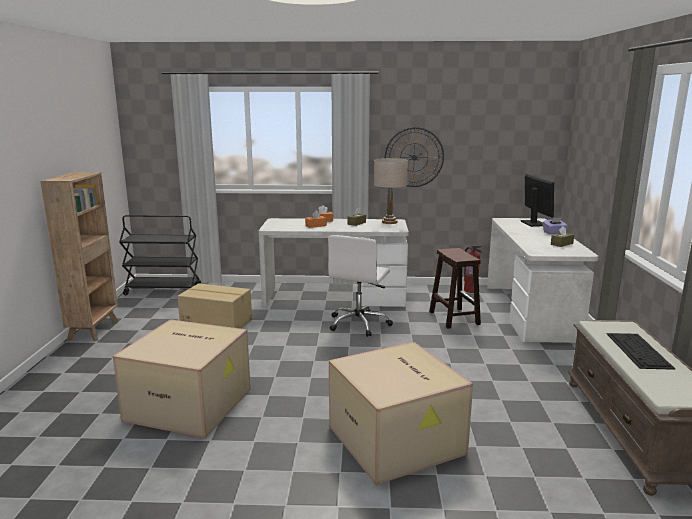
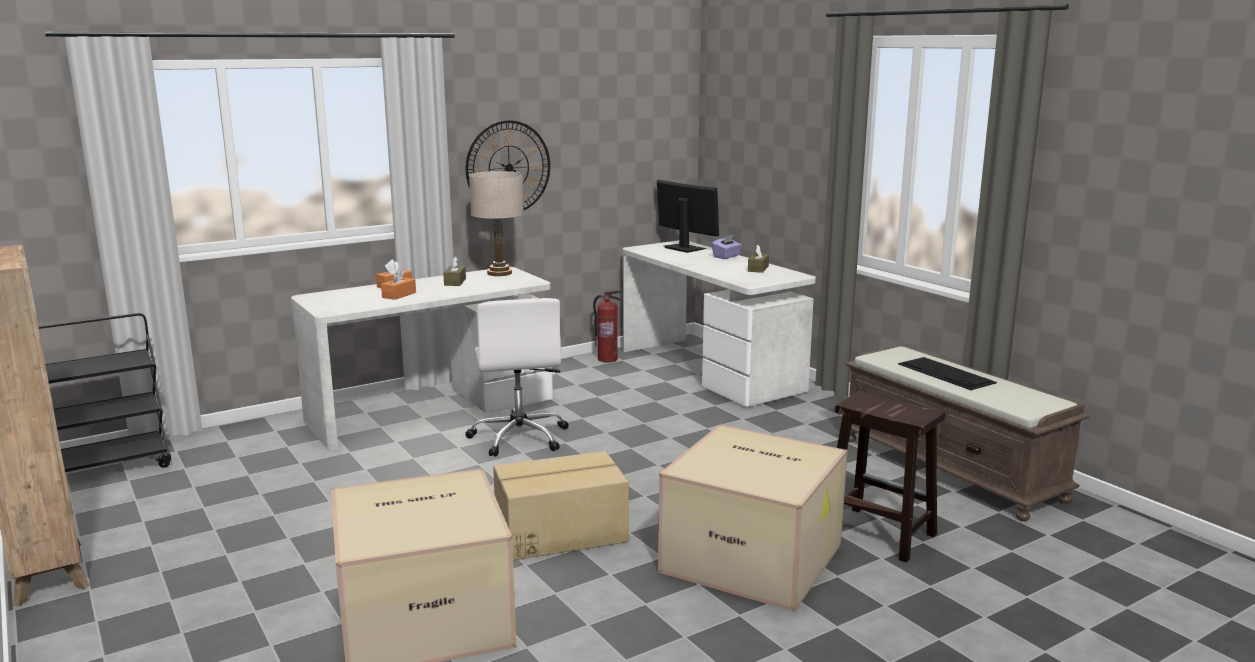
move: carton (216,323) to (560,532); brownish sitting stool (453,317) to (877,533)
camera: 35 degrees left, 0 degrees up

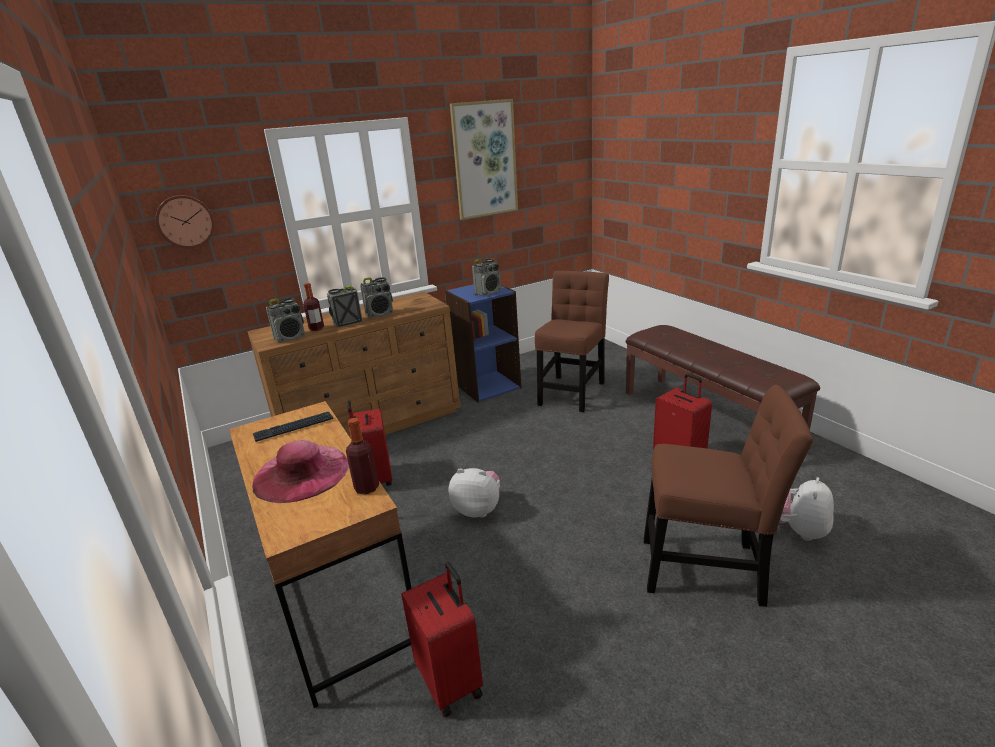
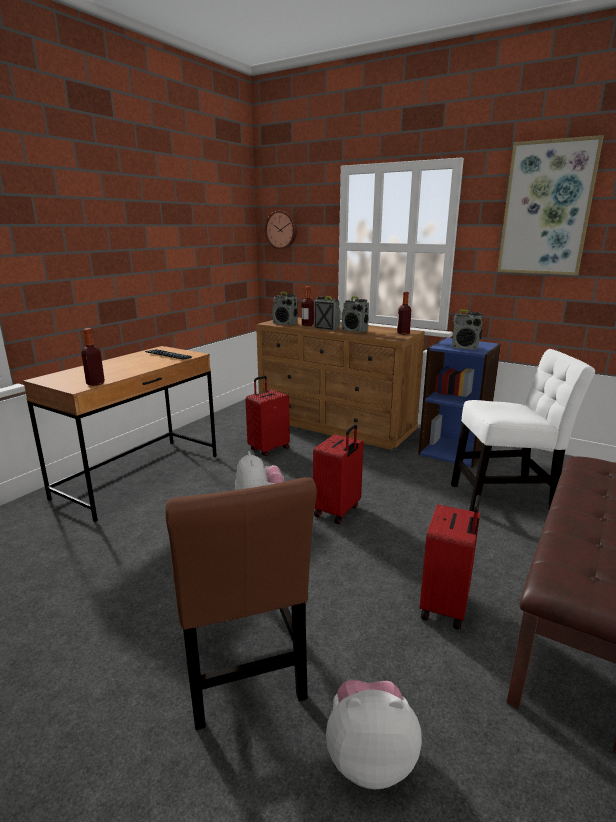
delete: pinkish clothing hat (301,473)
insert: beverage bottle (403,333)
move: red-coloured travel case (451,681) to (338,511)
recolor: brownish chair (572,391) to whitish chair (506,497)
camera: 60 degrees right, 5 degrees down

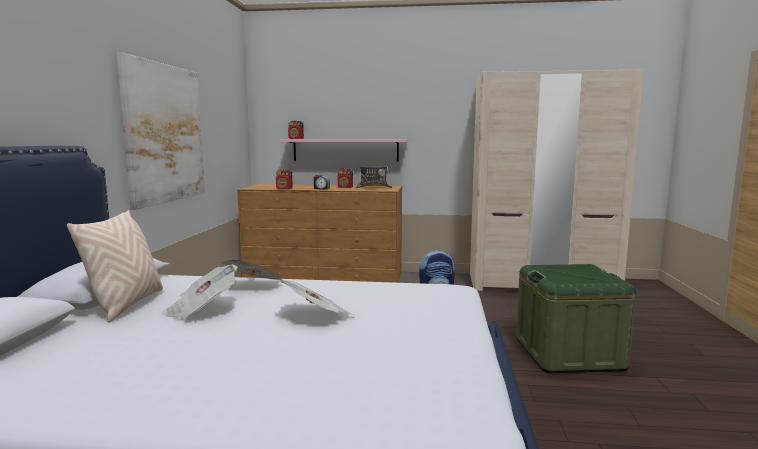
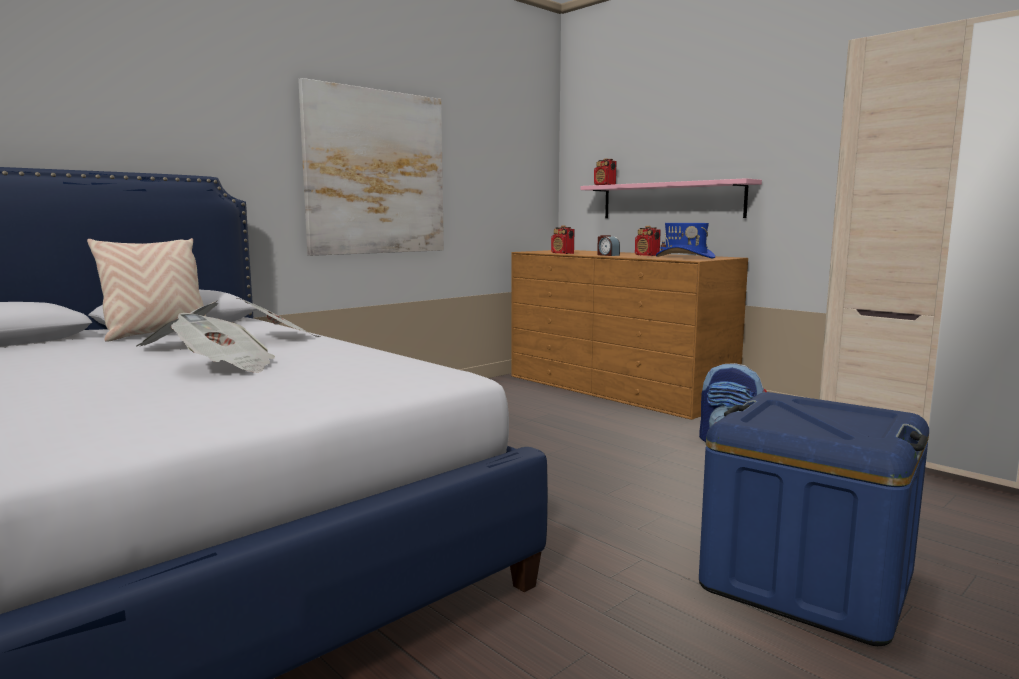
recolor: grey clothing hat (373,188) to blue clothing hat (685,257); green-coloured storage box (568,354) to blue storage box (806,580)
camera: 40 degrees right, 0 degrees up

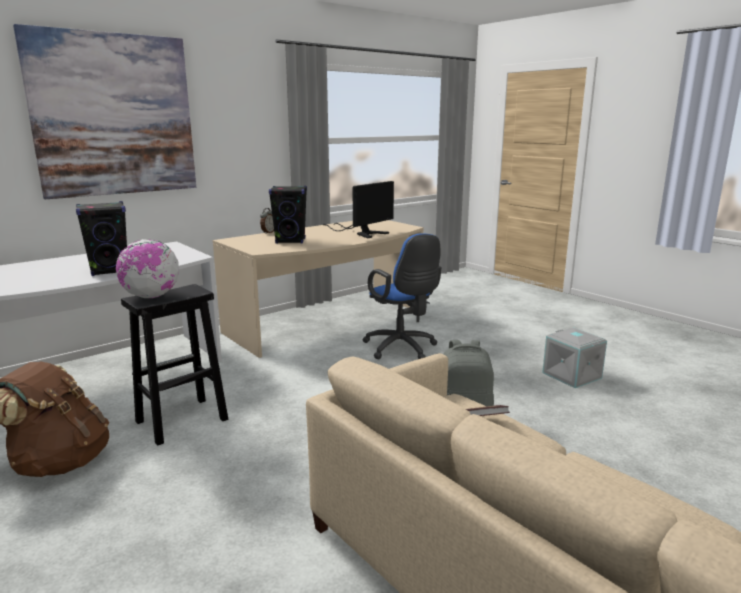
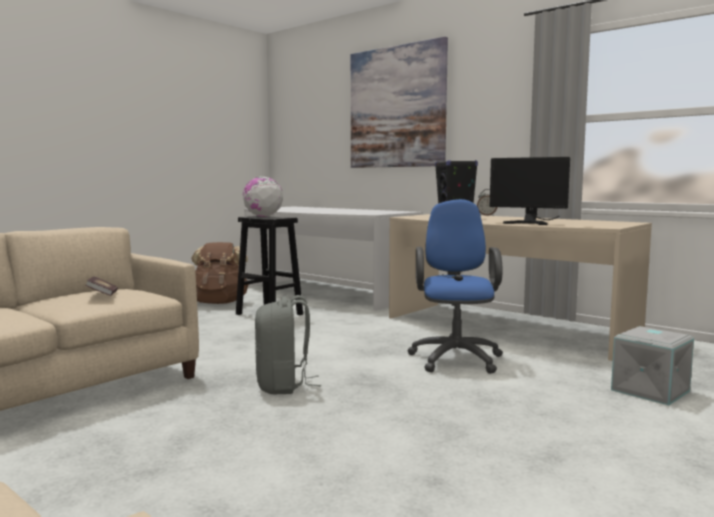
delete: black speaker (110,271)
move: grey storage box (570,375) to (649,390)
rotate: blue computer chair (402,349) = (455,358) 135 degrees clockwise
camera: 80 degrees right, 10 degrees down

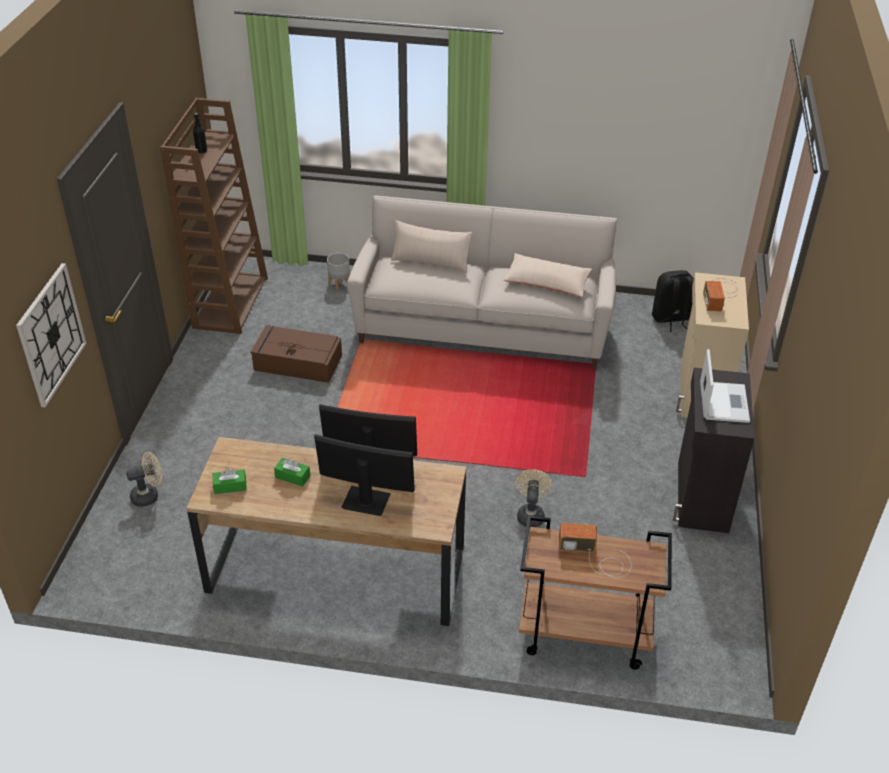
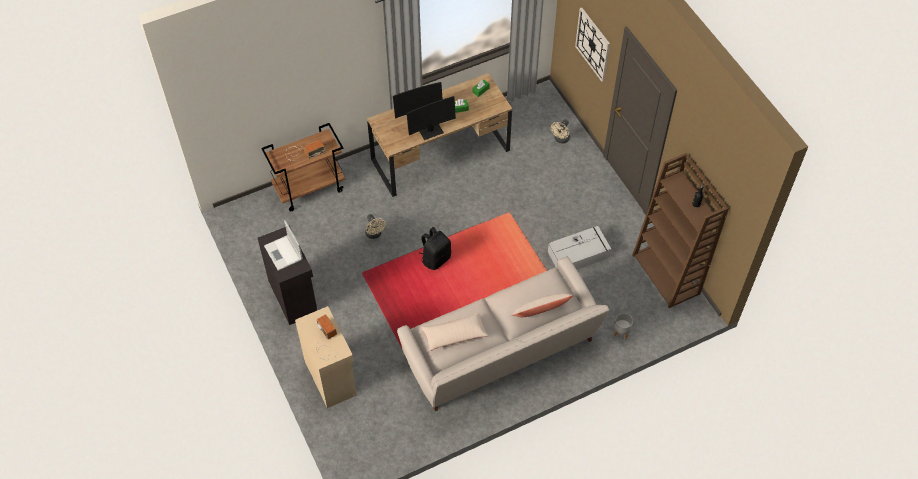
move: black backpack (671,318) to (435,258)
recolor: brownish storage box (296,362) to grey storage box (579,254)
camera: 145 degrees right, 15 degrees up

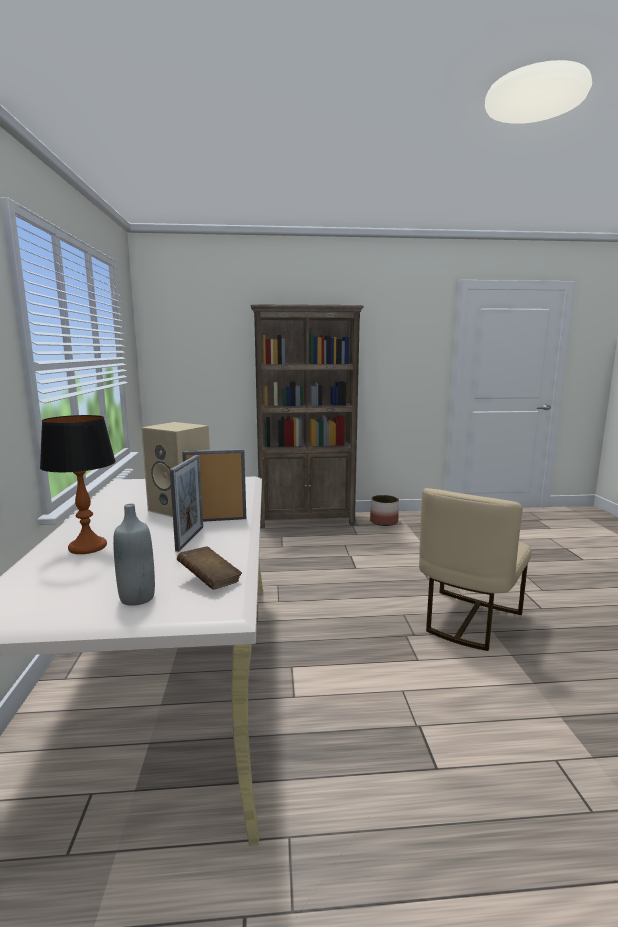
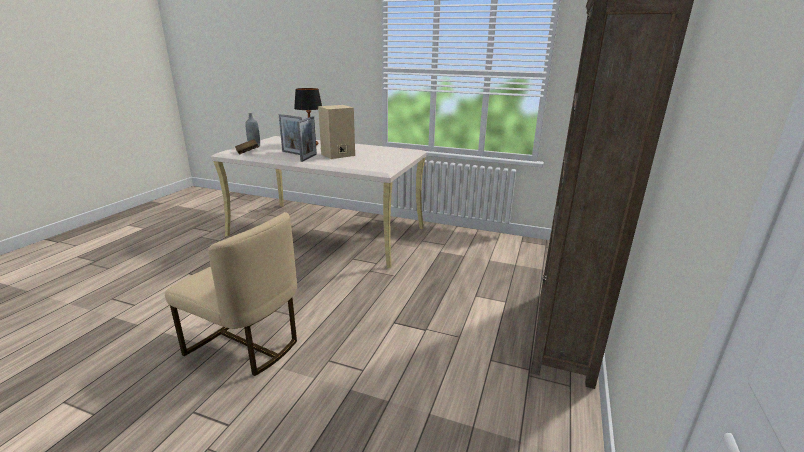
delete: planter (384,521)
rotate: sand-coloured chair (467,620) = (246,344) 150 degrees clockwise
camera: 115 degrees right, 10 degrees up

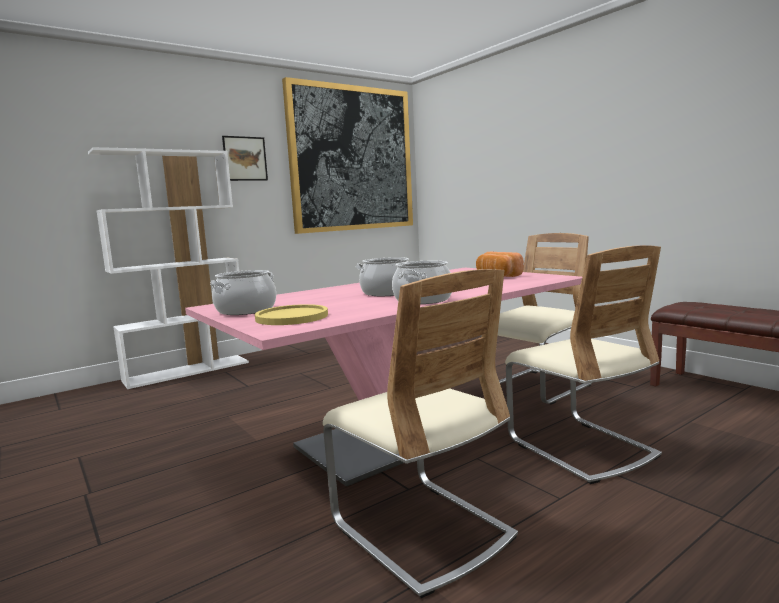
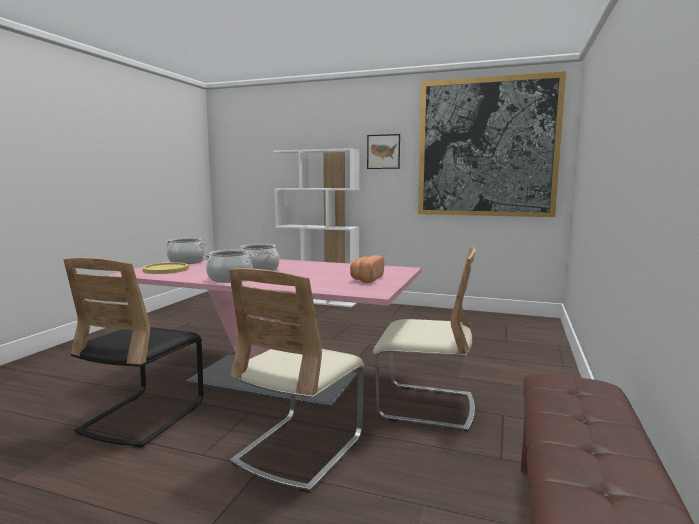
recolor: sand-coloured chair (421,530) to black chair (143,417)
camera: 55 degrees right, 0 degrees up

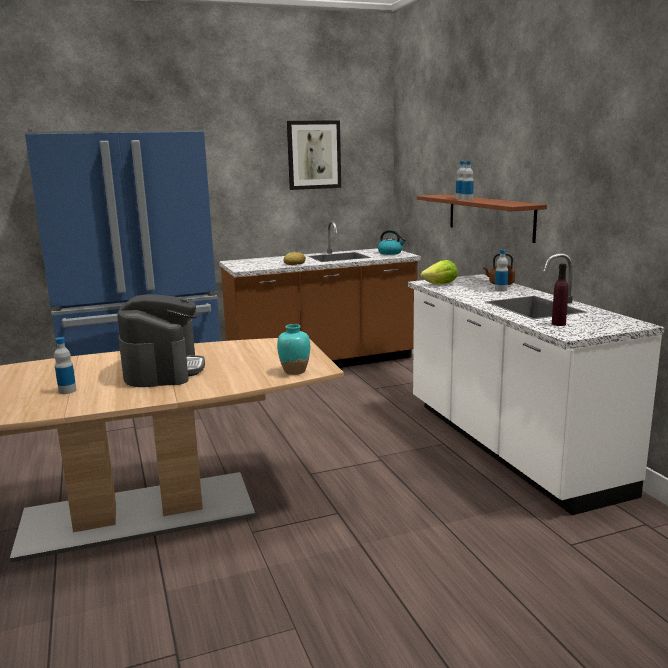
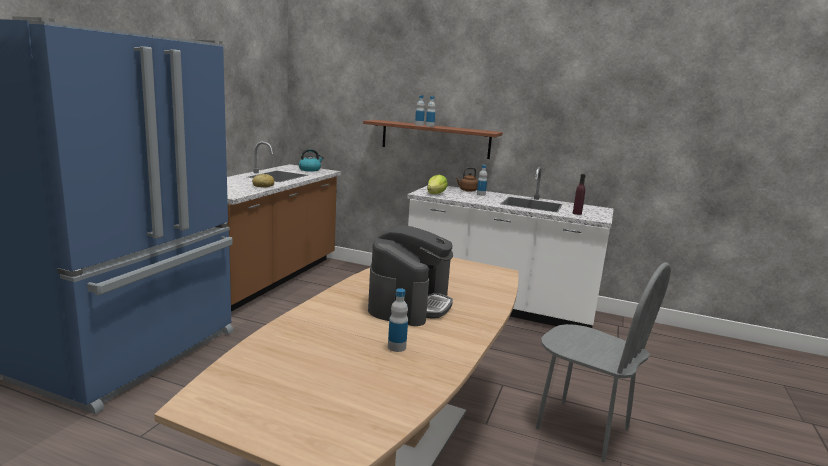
delete: turquoise-coloured flower vase (295,371); wall art (314,155)
insert: grey chair (582,429)
rotate: coffee machine (163,370) = (409,303) 75 degrees clockwise
camera: 50 degrees left, 0 degrees up

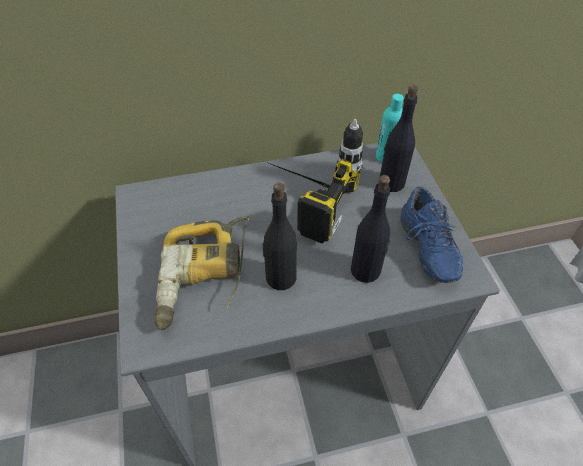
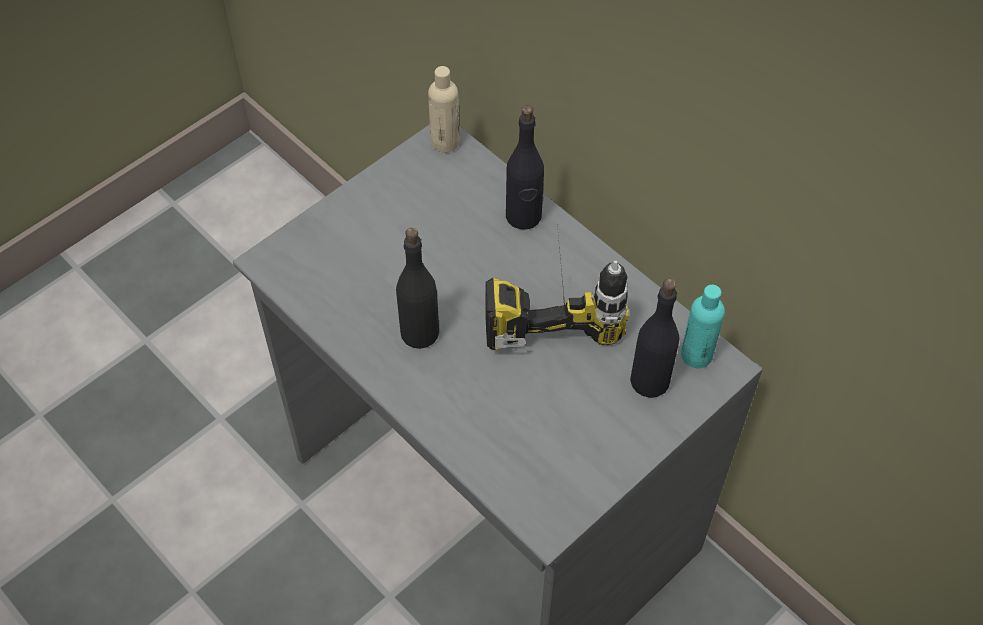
delete: electric drill (205,277); blue item of footwear (424,249)
insert: sand-coloured beverage bottle (445,142)
move: black beverage bottle (366,270) to (523,216)
camera: 60 degrees right, 5 degrees up

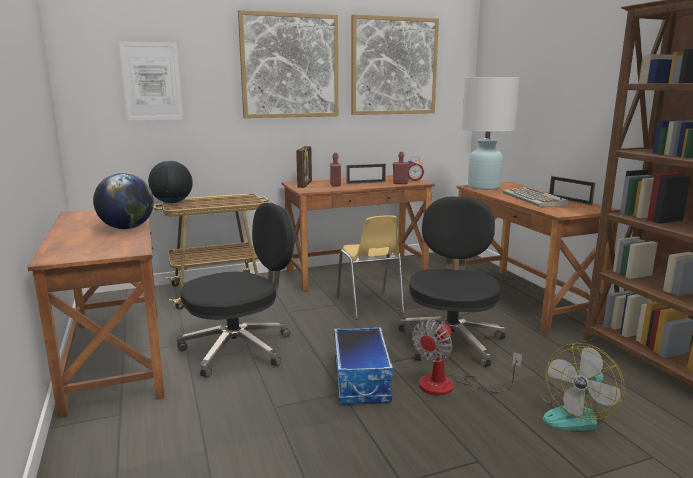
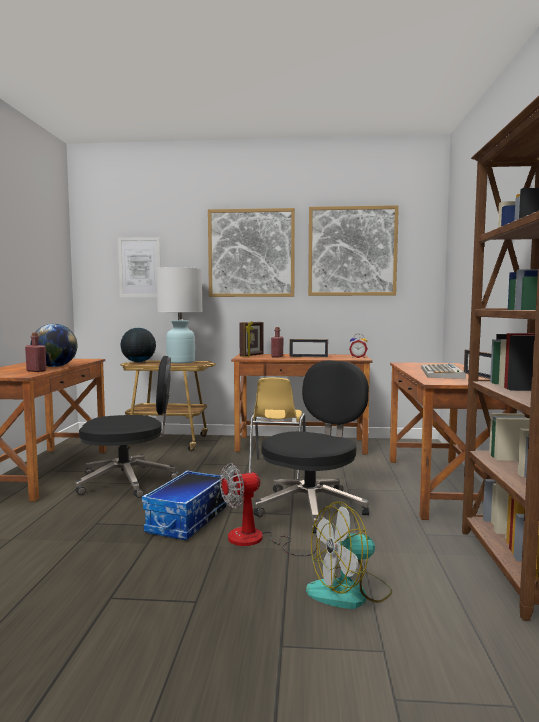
move: red-coloured beverage bottle (400,183) to (36,371); whitish table lamp (484,187) to (181,362)
camera: 25 degrees right, 10 degrees down

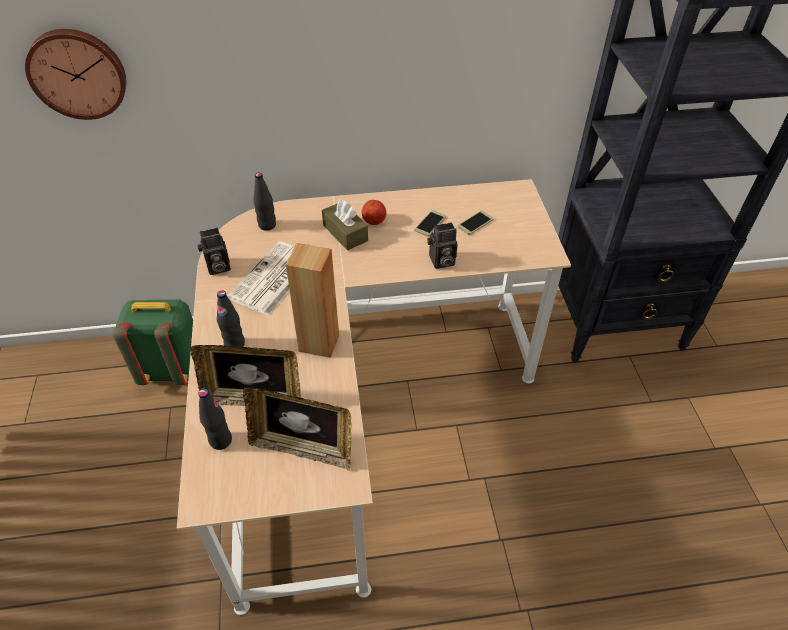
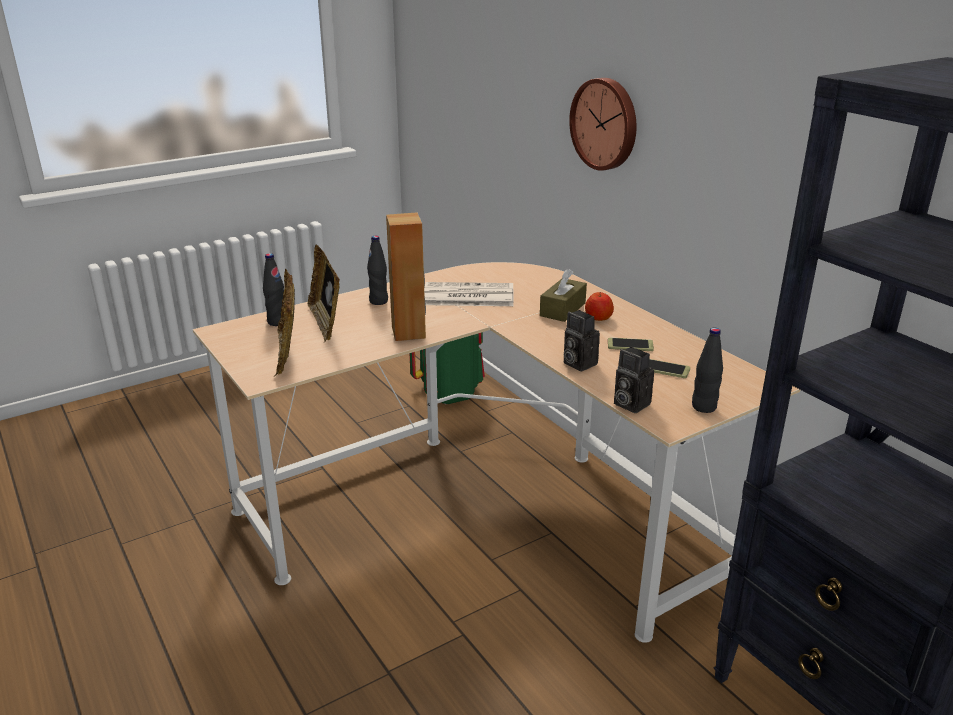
move: wall clock (78,73) to (606,124); photo camera (217,267) to (629,404); black beverage bottle (267,225) to (704,407)
camera: 65 degrees right, 20 degrees down

